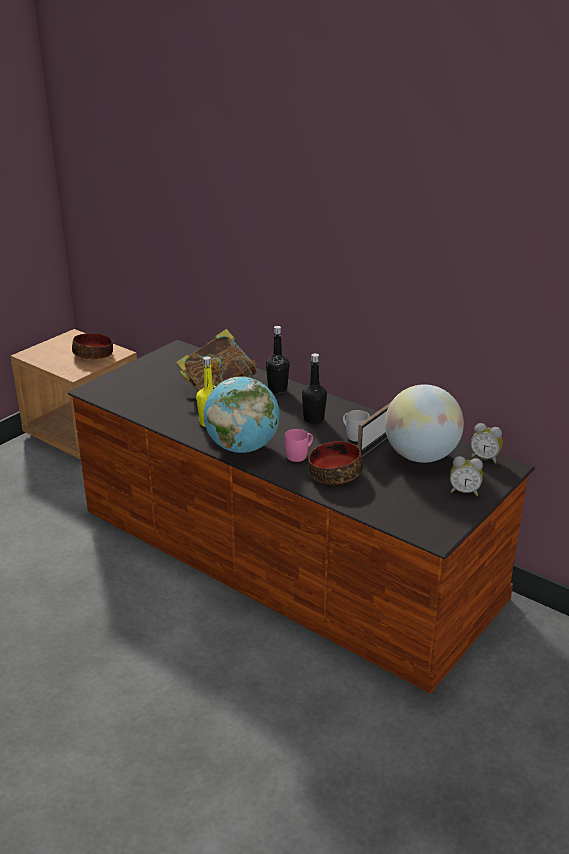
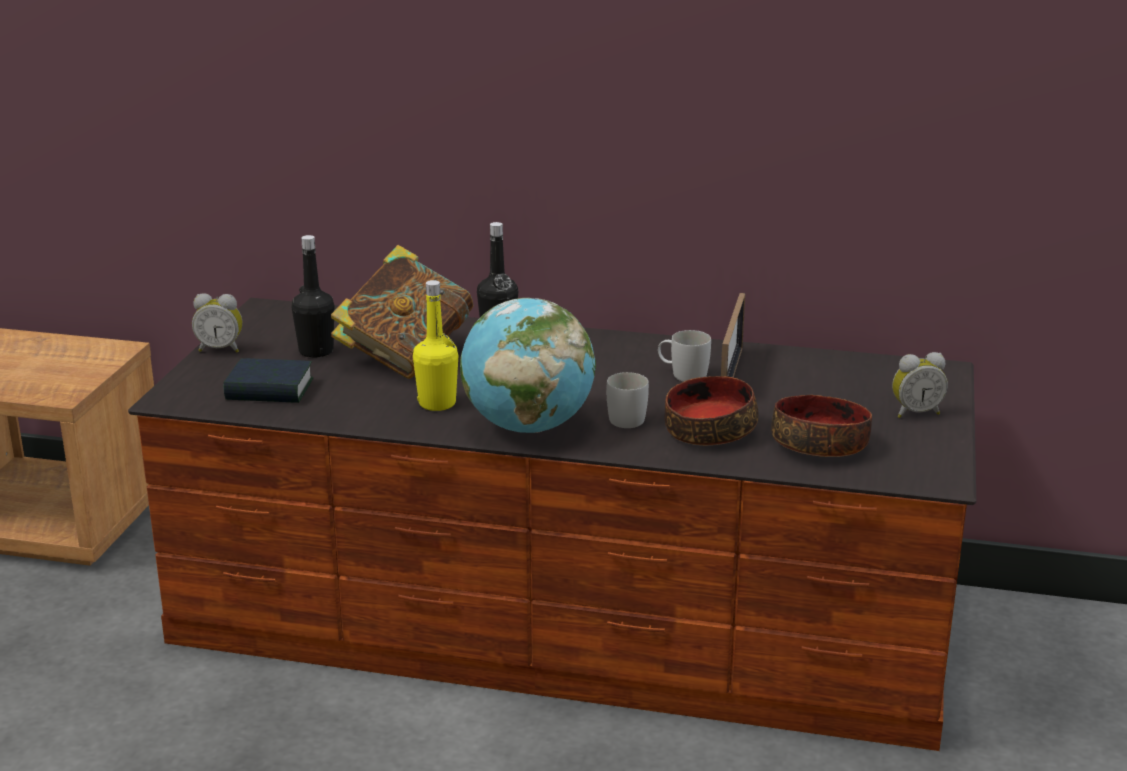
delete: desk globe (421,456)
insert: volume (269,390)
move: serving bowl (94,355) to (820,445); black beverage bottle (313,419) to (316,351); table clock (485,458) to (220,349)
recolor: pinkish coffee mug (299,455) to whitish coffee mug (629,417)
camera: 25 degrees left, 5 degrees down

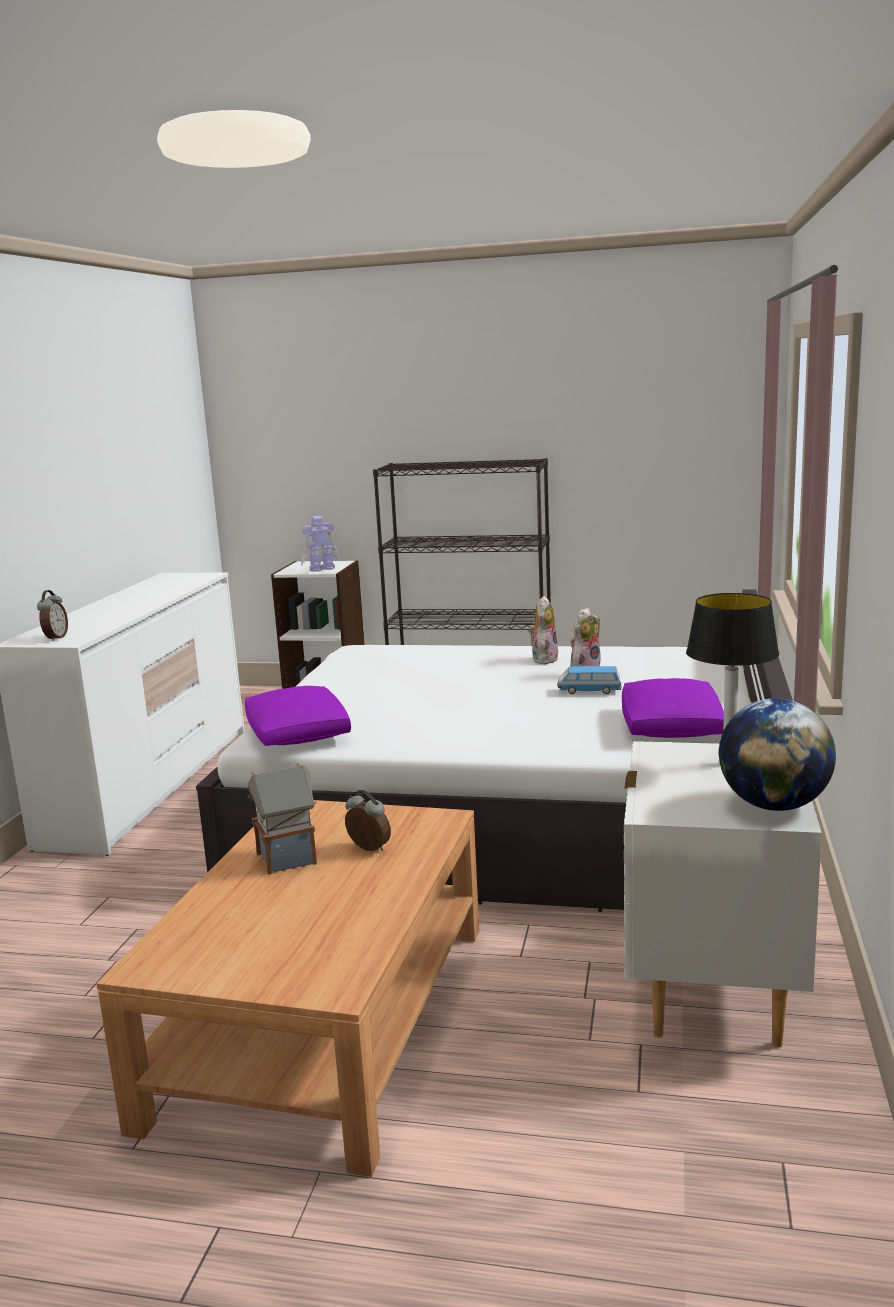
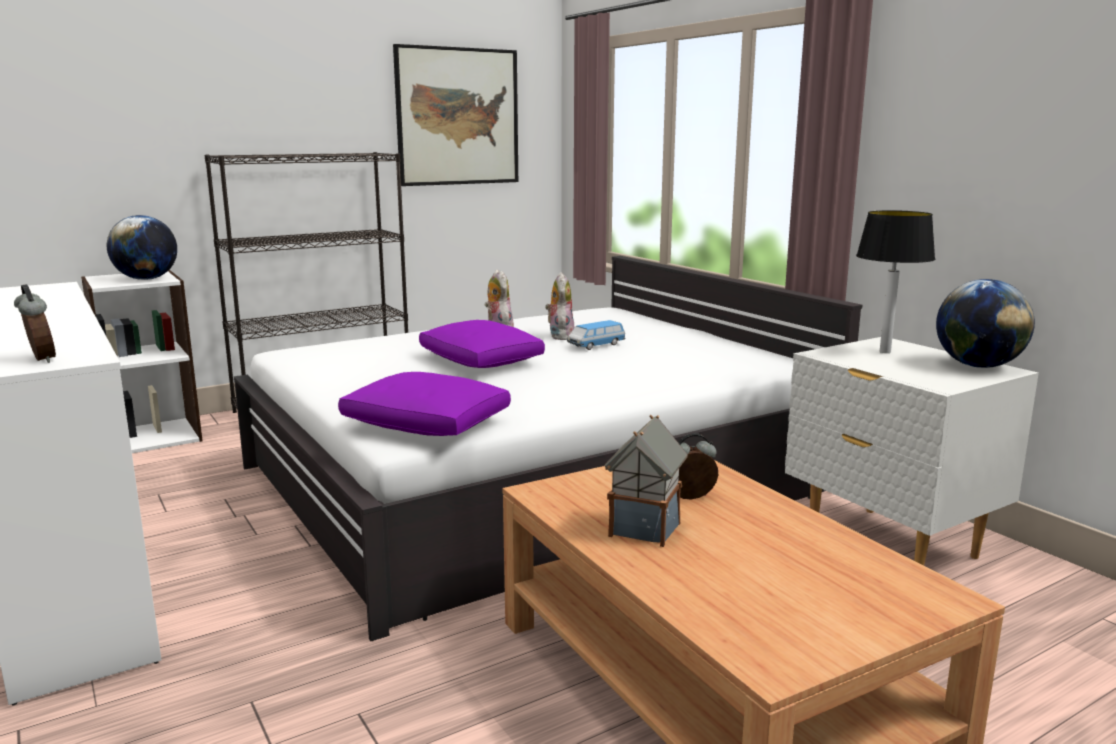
insert: wall art (457,117)
move: purple cushion (671,727) to (481,361)
replace: toy robot (321,569) to desk globe (146,279)
camera: 45 degrees left, 0 degrees up

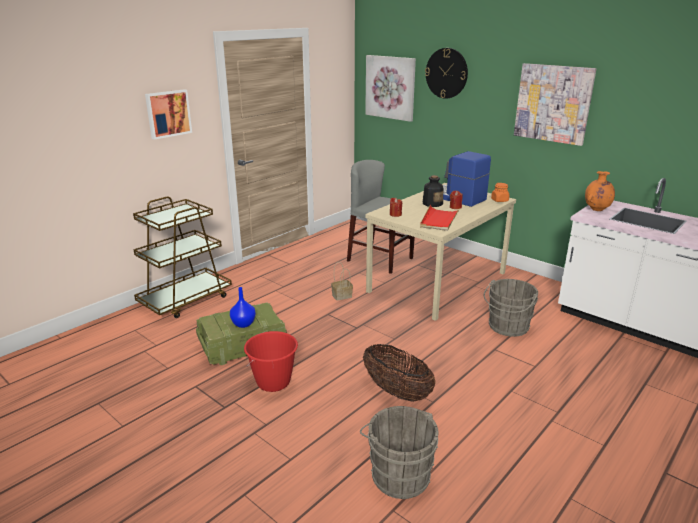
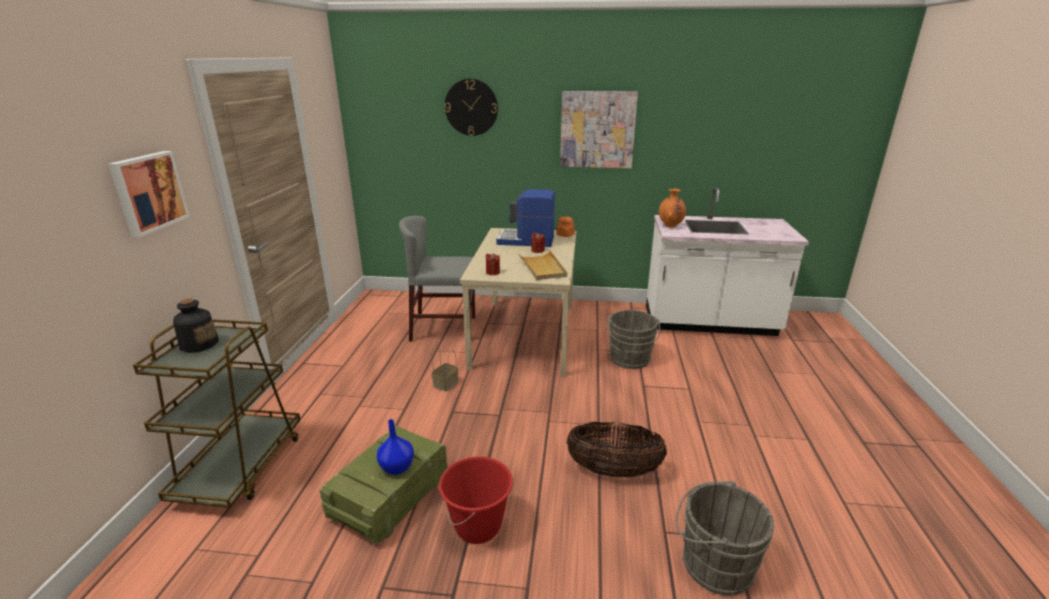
delete: wall art (390,87)
move: beverage bottle (432,203) to (199,344)
recolor: red-coloured tray (439,220) to sand-coloured tray (542,267)
camera: 35 degrees left, 0 degrees up

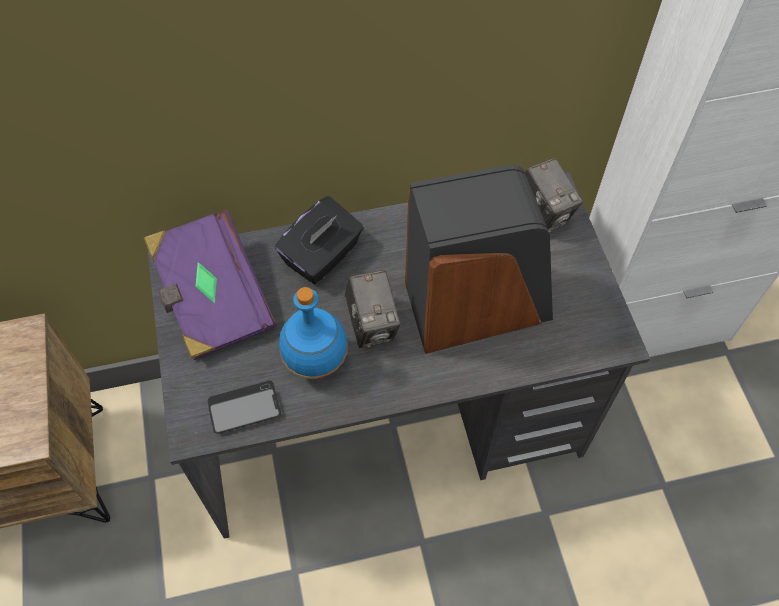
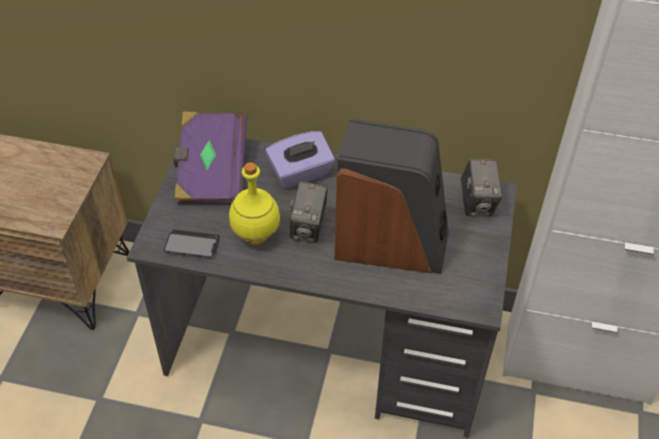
recolor: black box of tissues (322,256) to purple box of tissues (300,173); blue beverage bottle (315,361) to yellowish beverage bottle (255,235)
camera: 25 degrees right, 10 degrees down

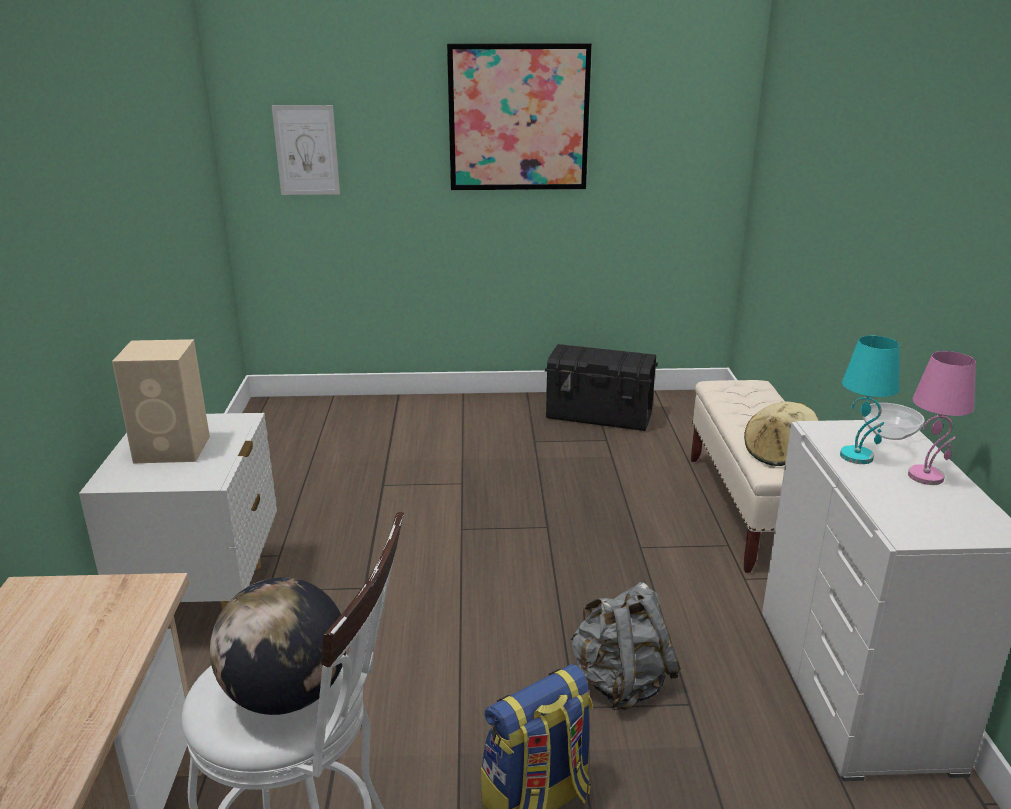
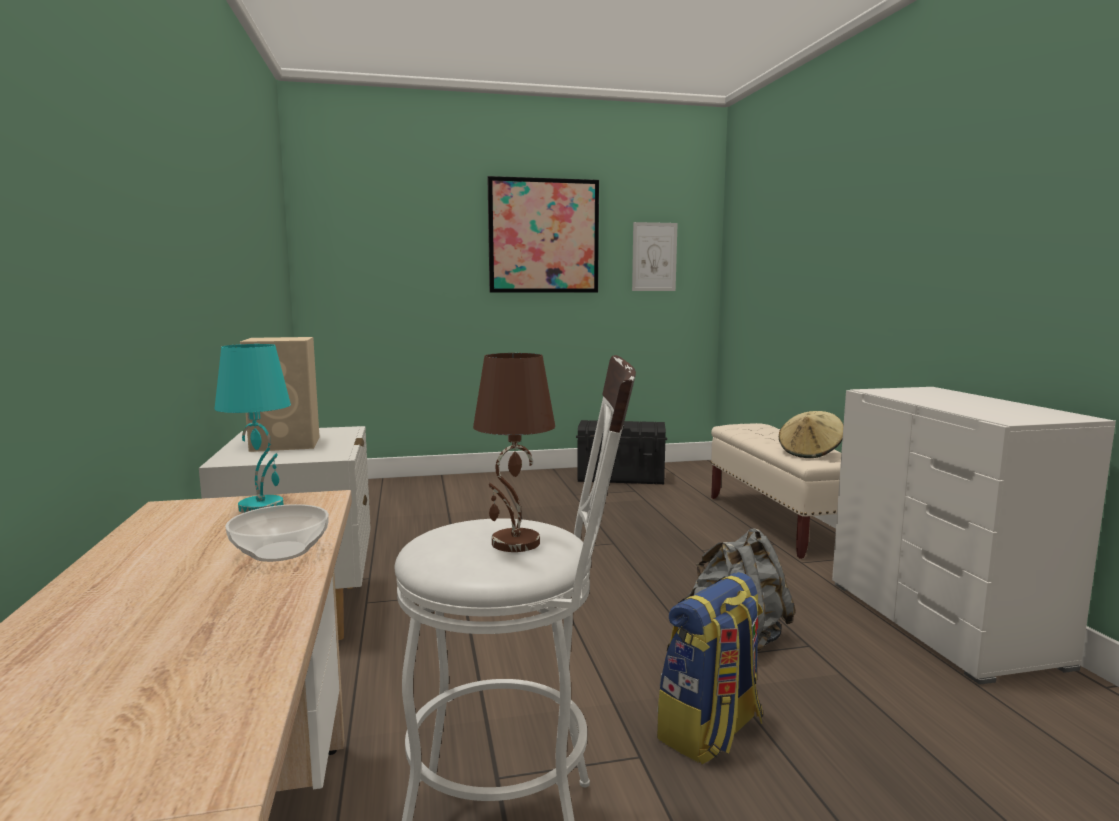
delete: pinkish table lamp (926,476)
move: wall art (306,150) to (654,257); turquoise-coloured table lamp (857,456) to (262,507); serving bowl (889,432) to (281,551)
replace: desk globe (286,695) to brownish table lamp (515,543)
camera: 10 degrees left, 15 degrees down

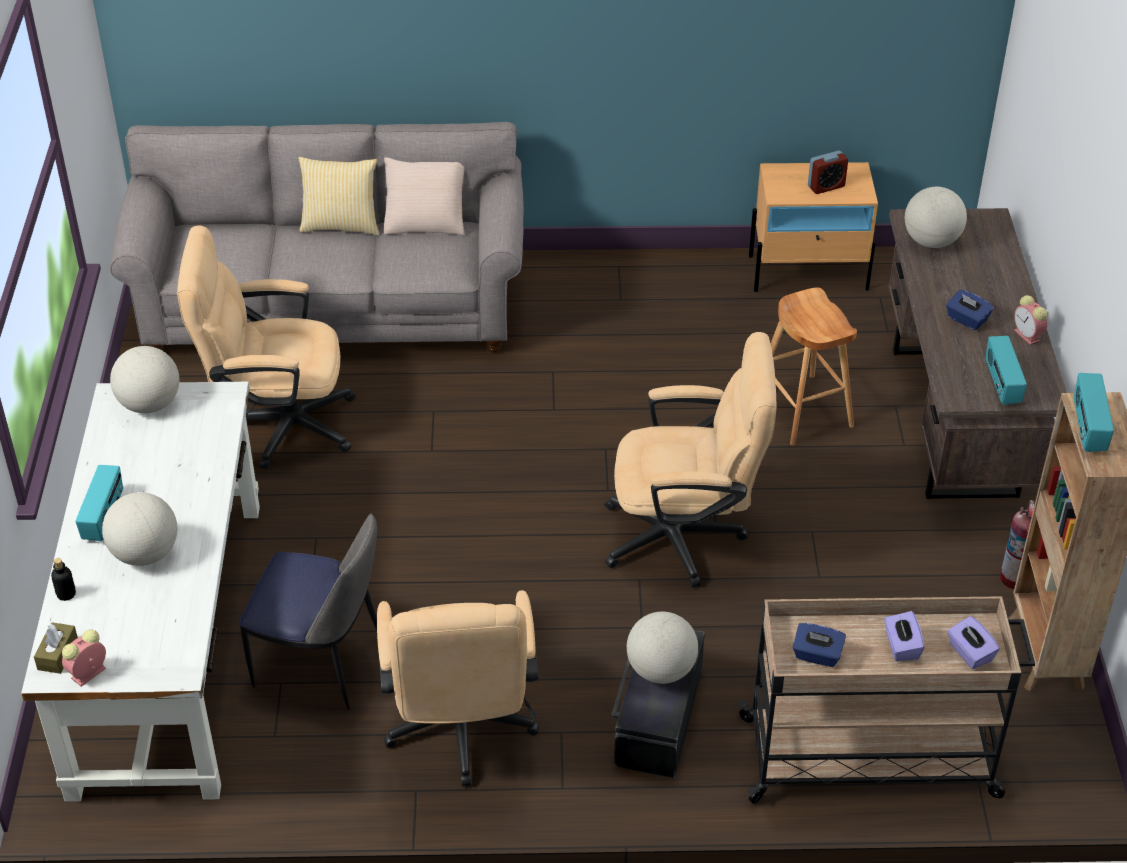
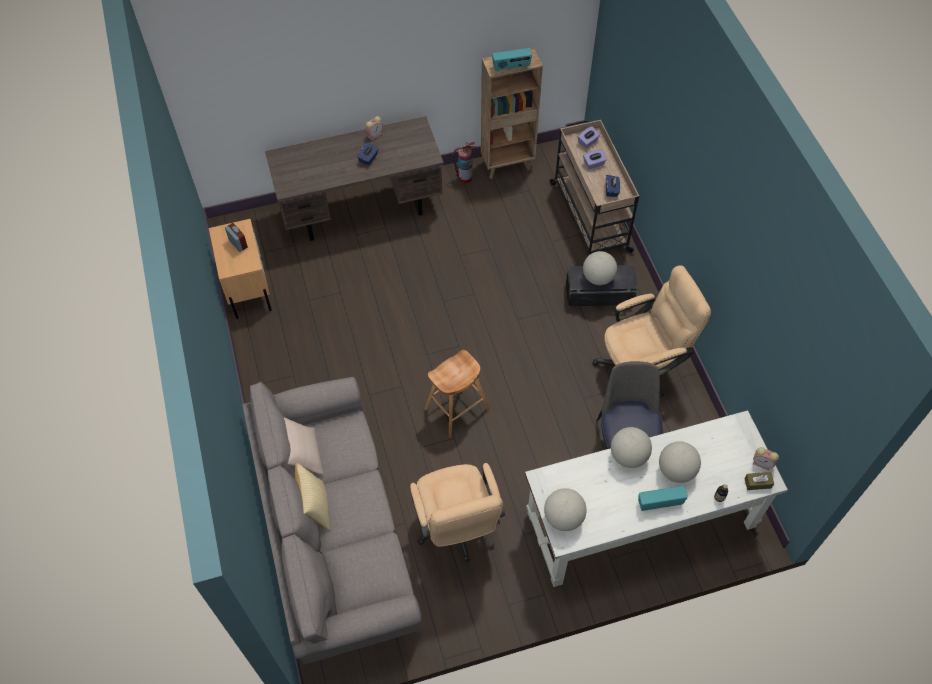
delete: sand-coloured computer chair (686,537); radio set (1001,384)
move: brownish sitting stool (802,410) to (457,409); desk globe (931,241) to (628,456)
camera: 105 degrees left, 15 degrees up

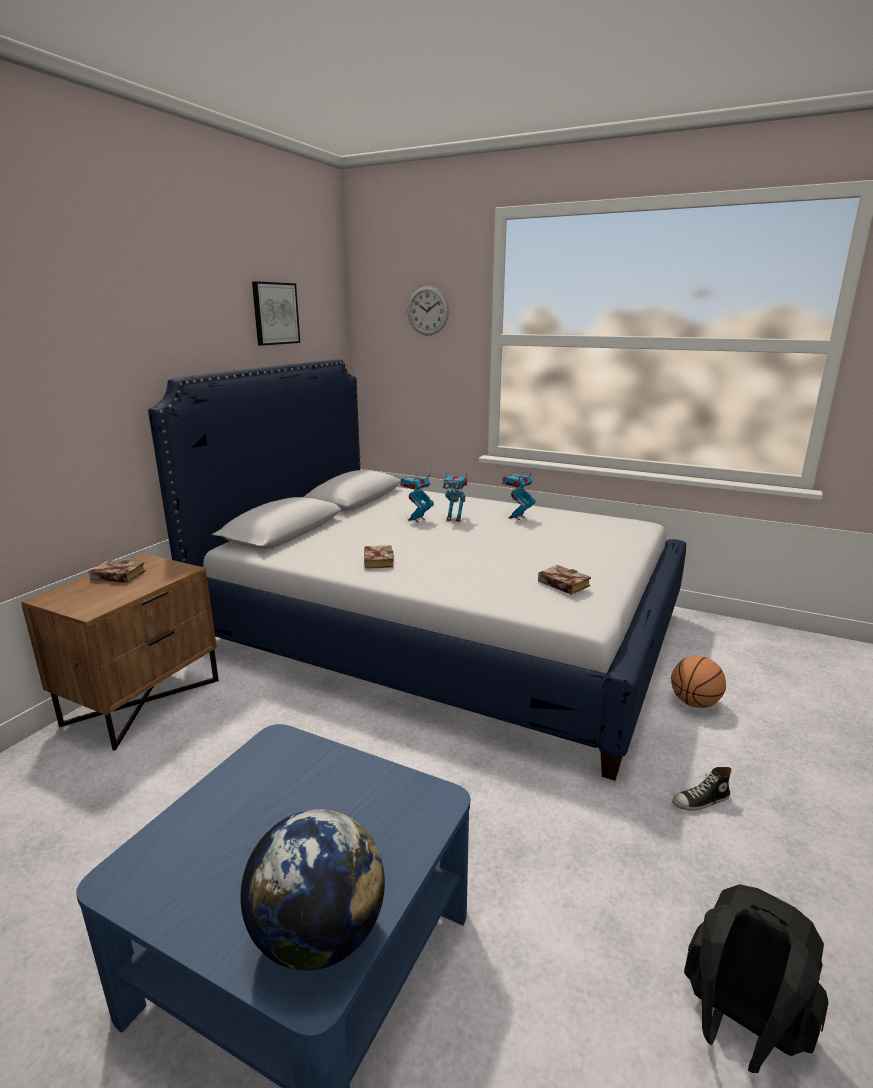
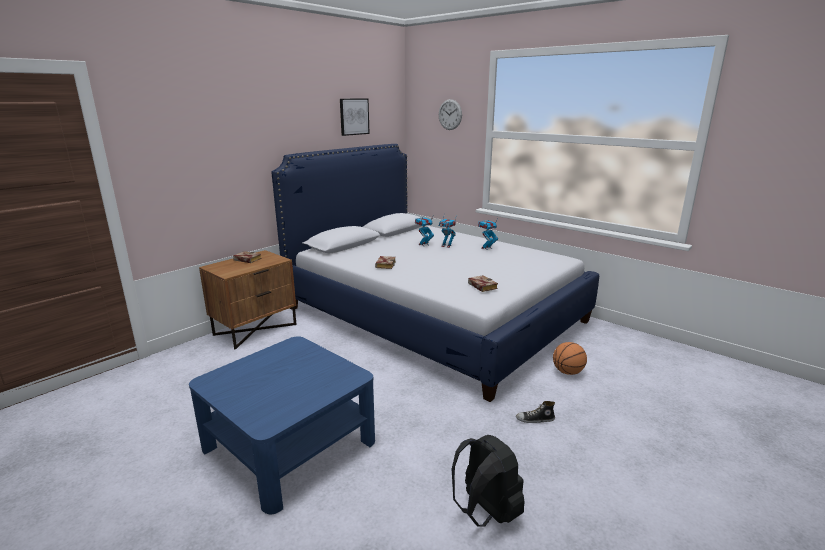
delete: desk globe (318,935)
camera: 15 degrees right, 0 degrees up

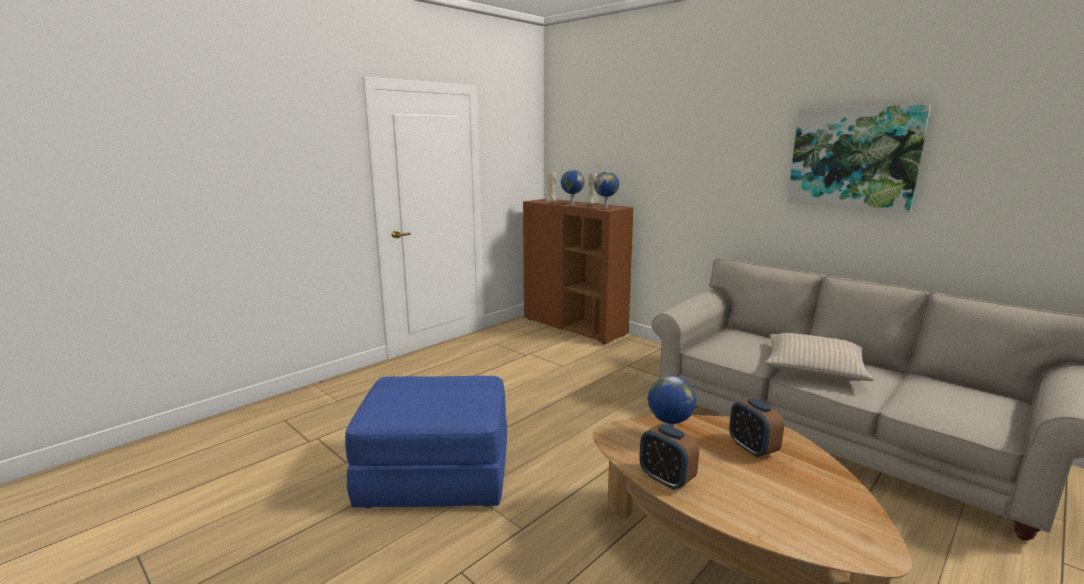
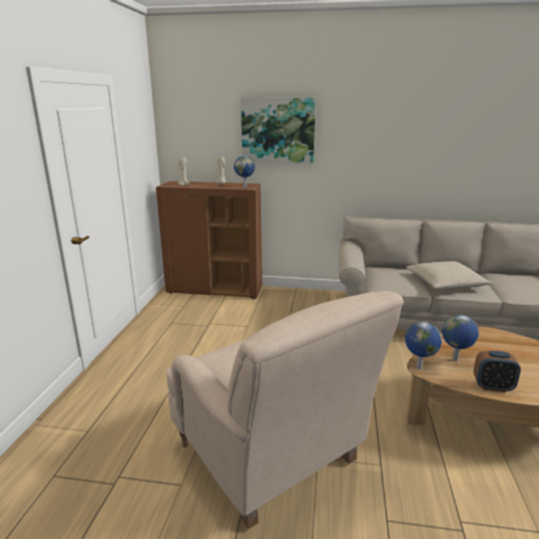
delete: table clock (752,448)
move: desk globe (571,205) to (418,368); wall art (853,157) to (278,131)
replace: blue footrest (434,476) to sand-coloured easy chair (272,458)
camera: 35 degrees left, 5 degrees up

